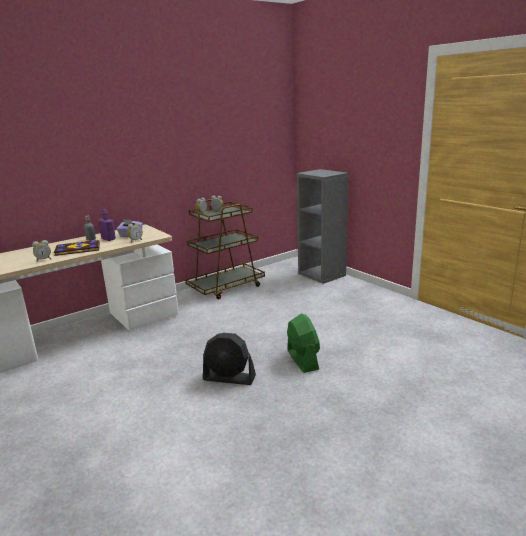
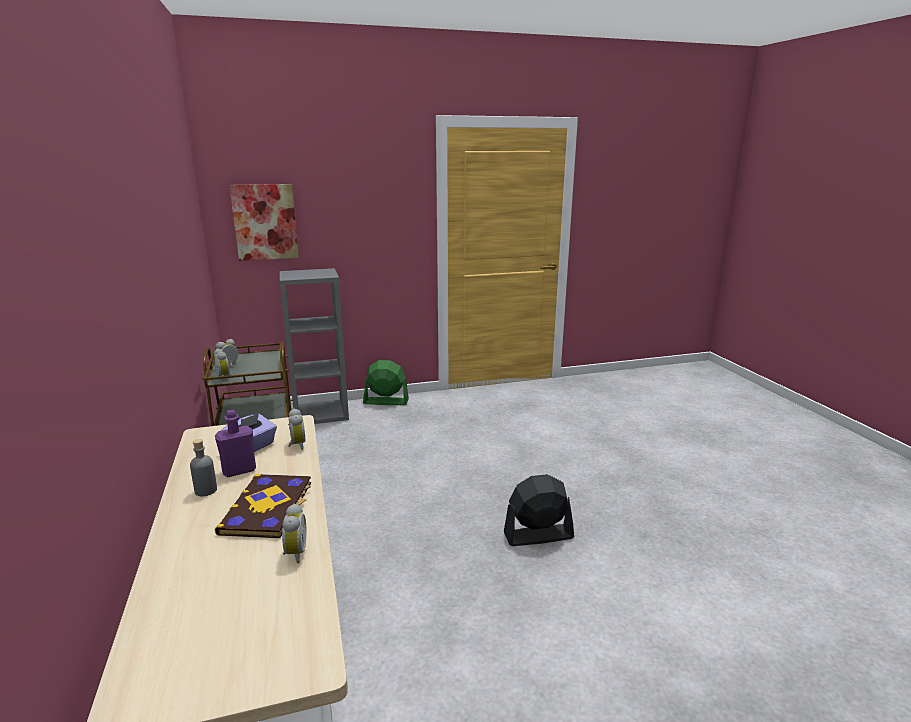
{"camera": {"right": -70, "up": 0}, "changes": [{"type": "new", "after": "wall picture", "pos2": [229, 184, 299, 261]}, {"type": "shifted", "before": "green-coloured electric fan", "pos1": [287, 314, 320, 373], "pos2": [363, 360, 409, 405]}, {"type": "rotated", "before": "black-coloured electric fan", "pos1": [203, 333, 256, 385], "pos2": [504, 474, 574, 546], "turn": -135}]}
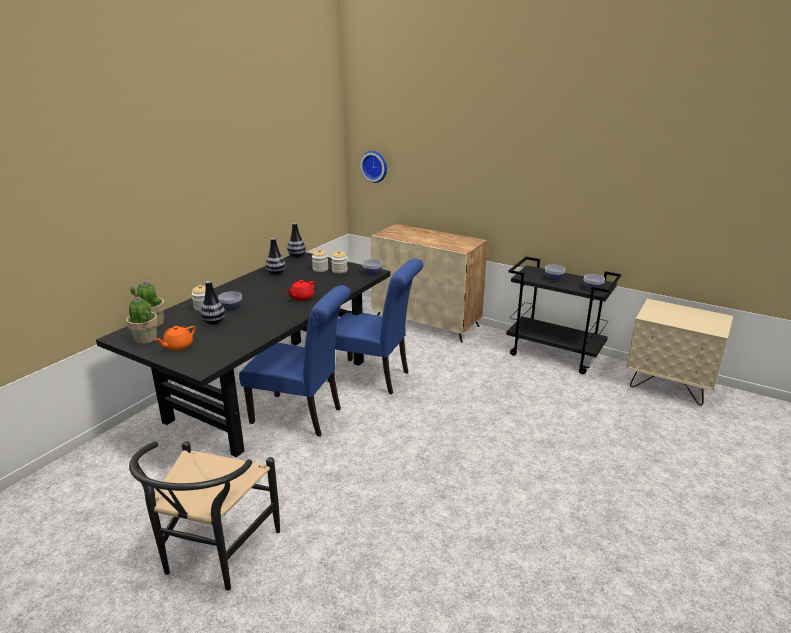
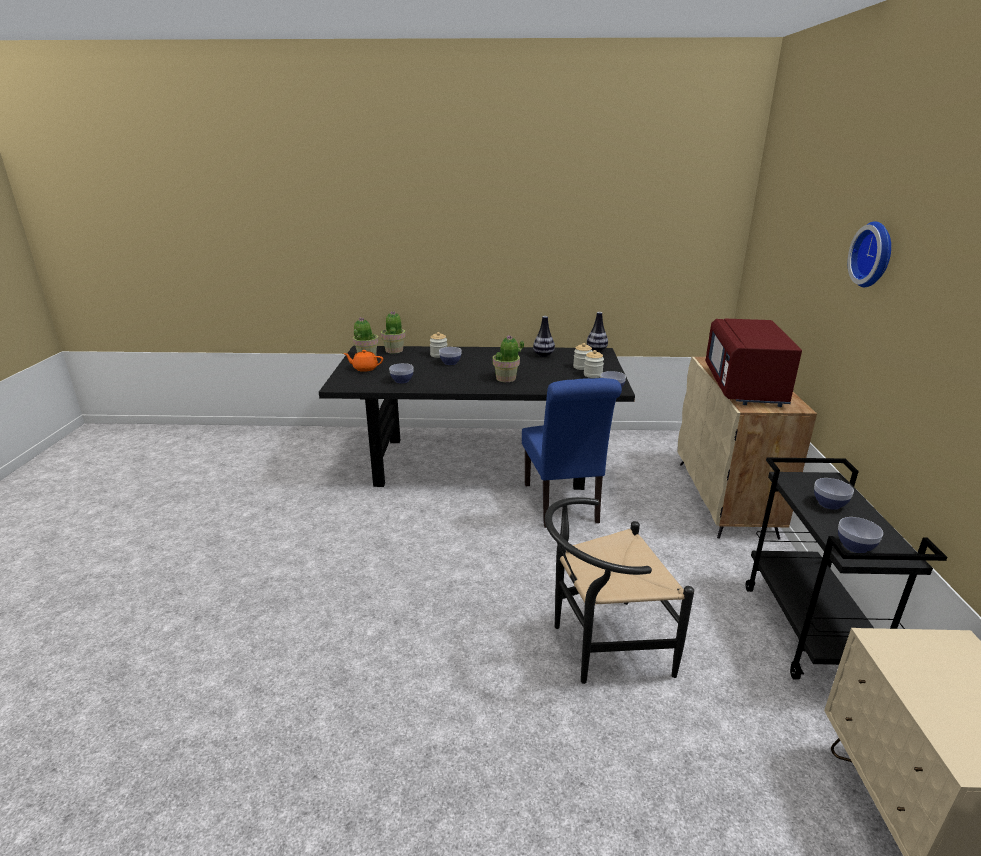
{"camera": {"right": 60, "up": 0}, "changes": [{"type": "gone", "before": "flower vase", "pos1": [201, 281, 225, 325]}, {"type": "gone", "before": "bluish chair", "pos1": [239, 285, 351, 437]}, {"type": "new", "after": "bowl", "pos2": [389, 363, 414, 383]}, {"type": "new", "after": "red microwave oven", "pos2": [705, 319, 802, 407]}, {"type": "shifted", "before": "black-coloured chair", "pos1": [129, 441, 280, 591], "pos2": [545, 497, 694, 684]}, {"type": "shifted", "before": "wall clock", "pos1": [360, 151, 387, 183], "pos2": [847, 221, 891, 287]}, {"type": "swapped", "before": "red tea pot", "after": "plant in a pot", "pos1": [286, 280, 315, 301], "pos2": [493, 335, 524, 382]}]}
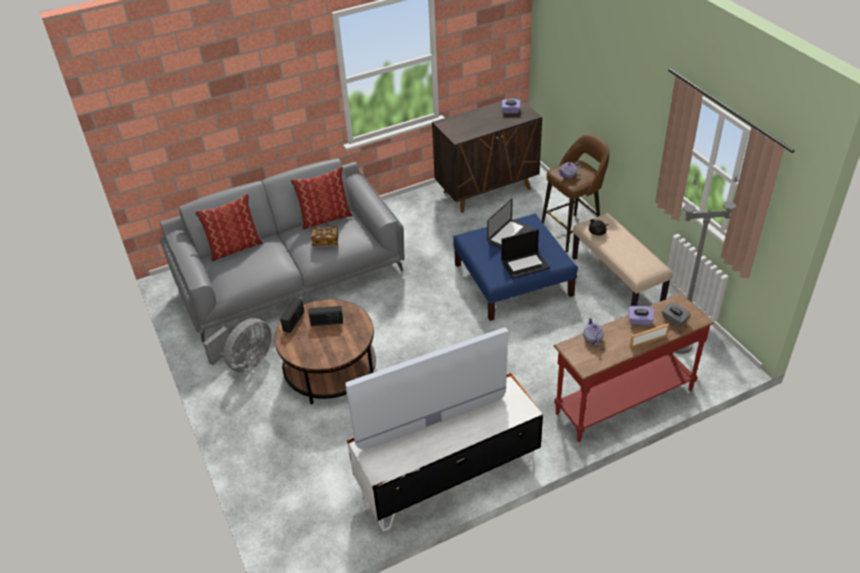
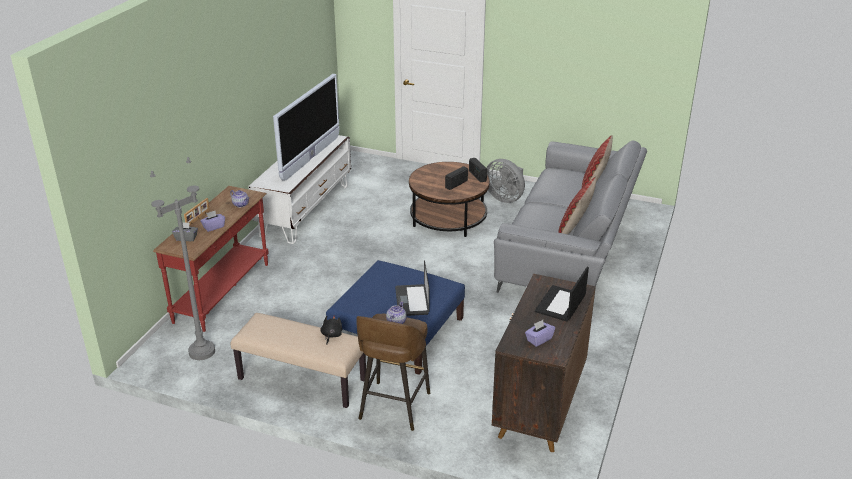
{"camera": {"right": 135, "up": -10}, "changes": [{"type": "gone", "before": "book", "pos1": [311, 226, 339, 246]}, {"type": "shifted", "before": "portable computer", "pos1": [501, 229, 550, 279], "pos2": [535, 267, 589, 321]}, {"type": "rotated", "before": "greyish electric fan", "pos1": [203, 318, 272, 373], "pos2": [486, 159, 525, 203], "turn": -45}]}
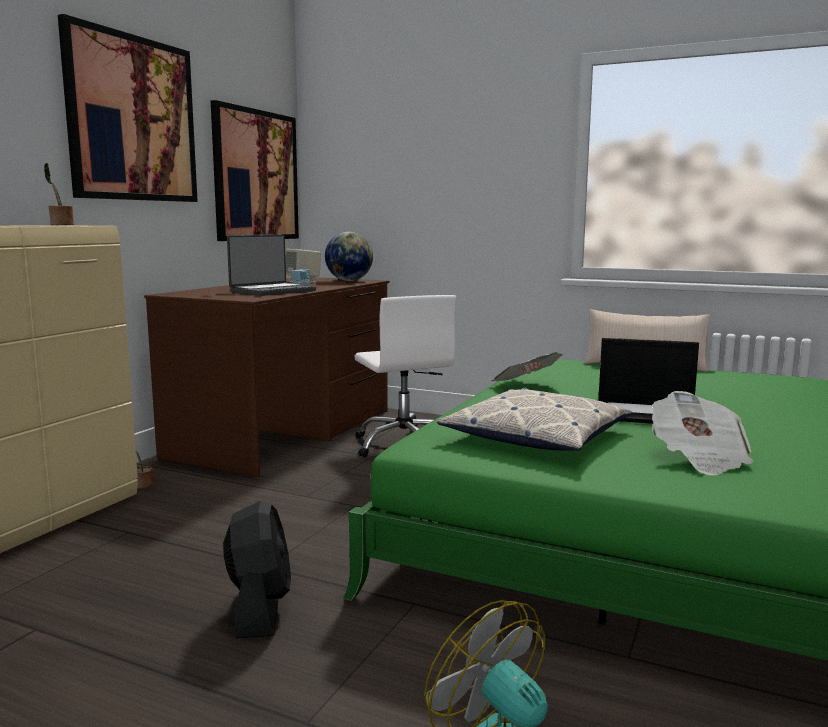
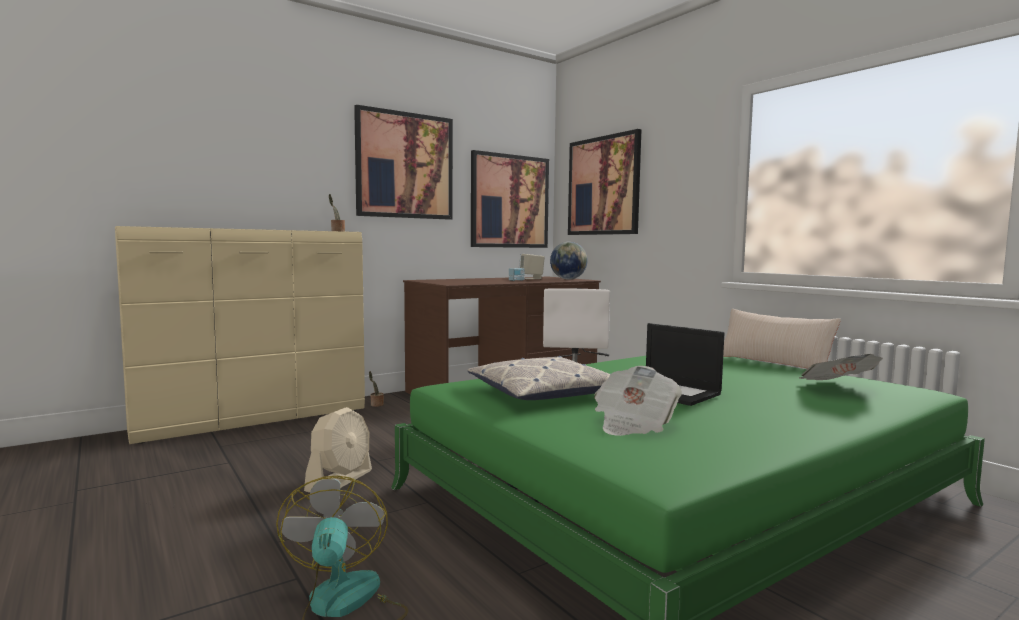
{"camera": {"right": 30, "up": -5}, "changes": [{"type": "gone", "before": "portable computer", "pos1": [227, 235, 316, 296]}, {"type": "new", "after": "wall picture", "pos2": [568, 129, 641, 235]}, {"type": "shifted", "before": "printed paper", "pos1": [491, 352, 563, 381], "pos2": [799, 354, 883, 380]}, {"type": "repainted", "before": "black-coloured electric fan", "after": "beige-coloured electric fan", "pos1": [223, 501, 291, 638], "pos2": [304, 407, 372, 493]}]}
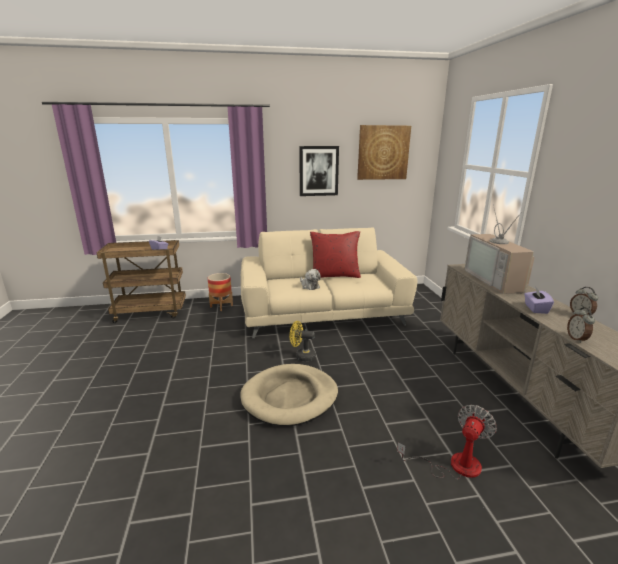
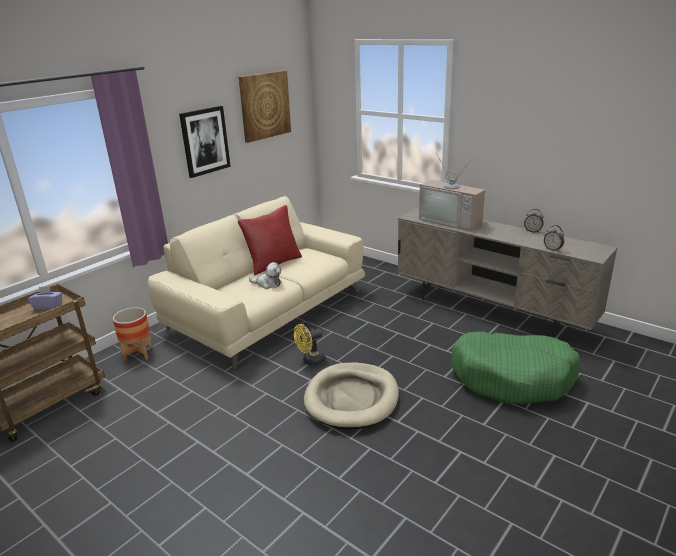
{"camera": {"right": -40, "up": 5}, "changes": [{"type": "gone", "before": "purple tissue box", "pos1": [524, 288, 554, 314]}, {"type": "swapped", "before": "electric fan", "after": "green-coloured dog bed", "pos1": [397, 405, 497, 480], "pos2": [451, 332, 580, 404]}]}
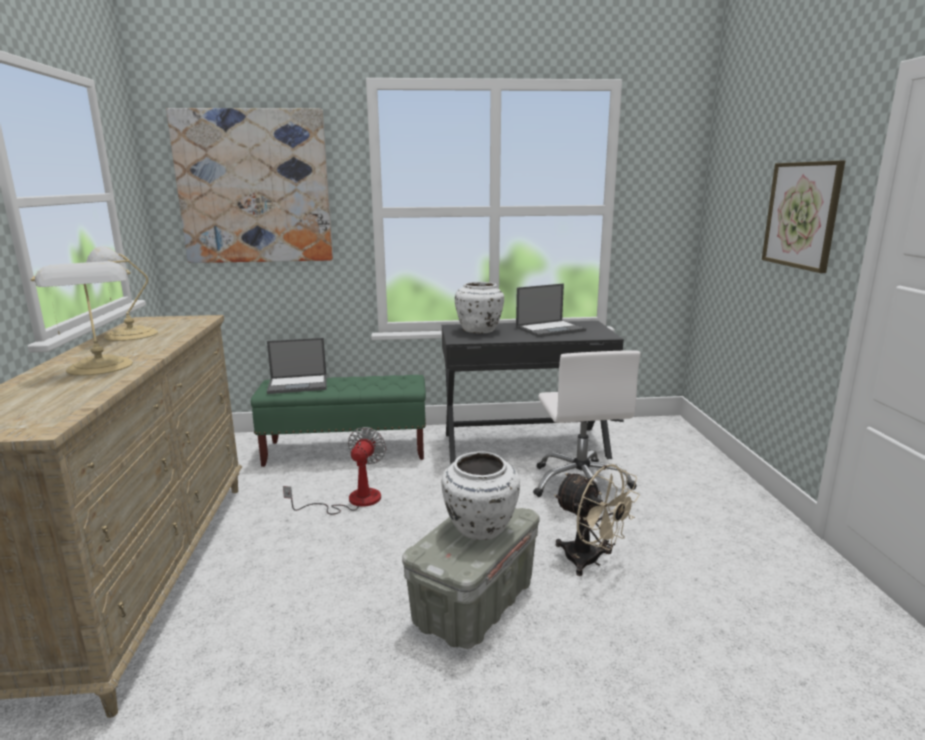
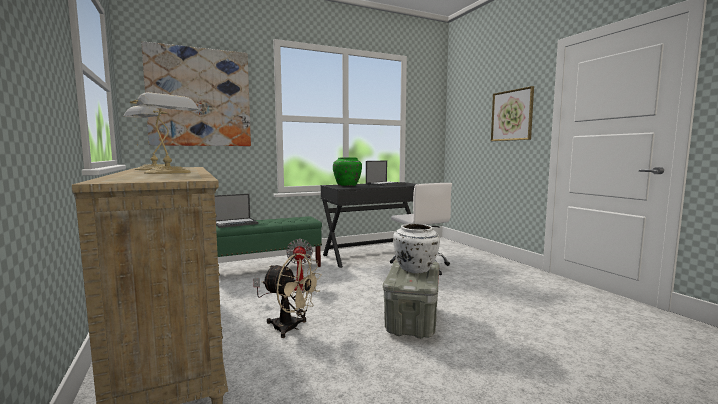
{"camera": {"right": -20, "up": -10}, "changes": [{"type": "shifted", "before": "beige-coloured electric fan", "pos1": [554, 464, 640, 576], "pos2": [262, 253, 322, 338]}, {"type": "repainted", "before": "whitish flower vase", "after": "green-coloured flower vase", "pos1": [455, 282, 504, 333], "pos2": [333, 157, 362, 186]}]}
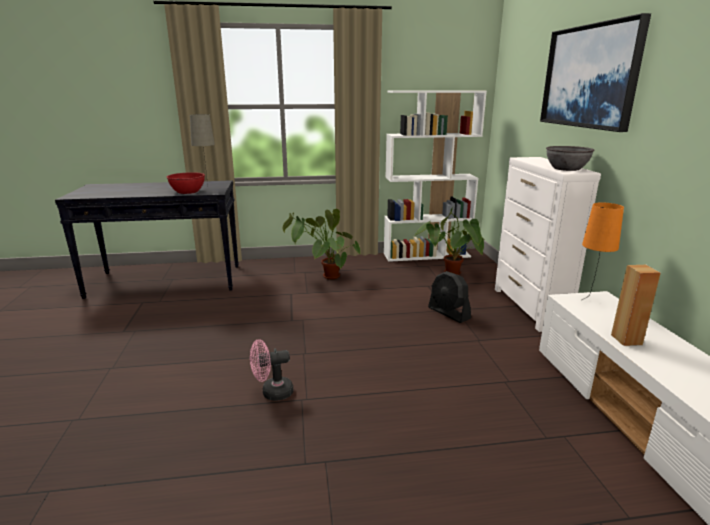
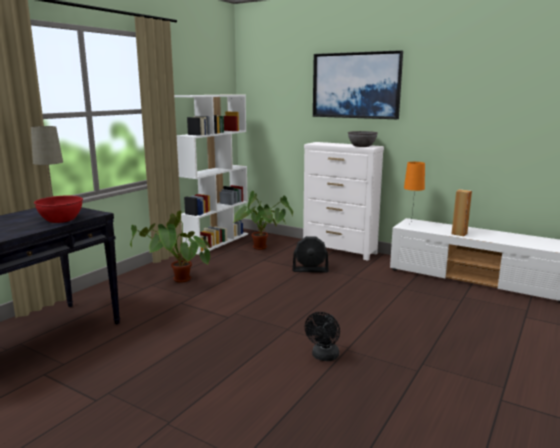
{"camera": {"right": -50, "up": -5}, "changes": [{"type": "repainted", "before": "pink-coloured electric fan", "after": "black-coloured electric fan", "pos1": [250, 339, 293, 401], "pos2": [305, 312, 340, 361]}]}
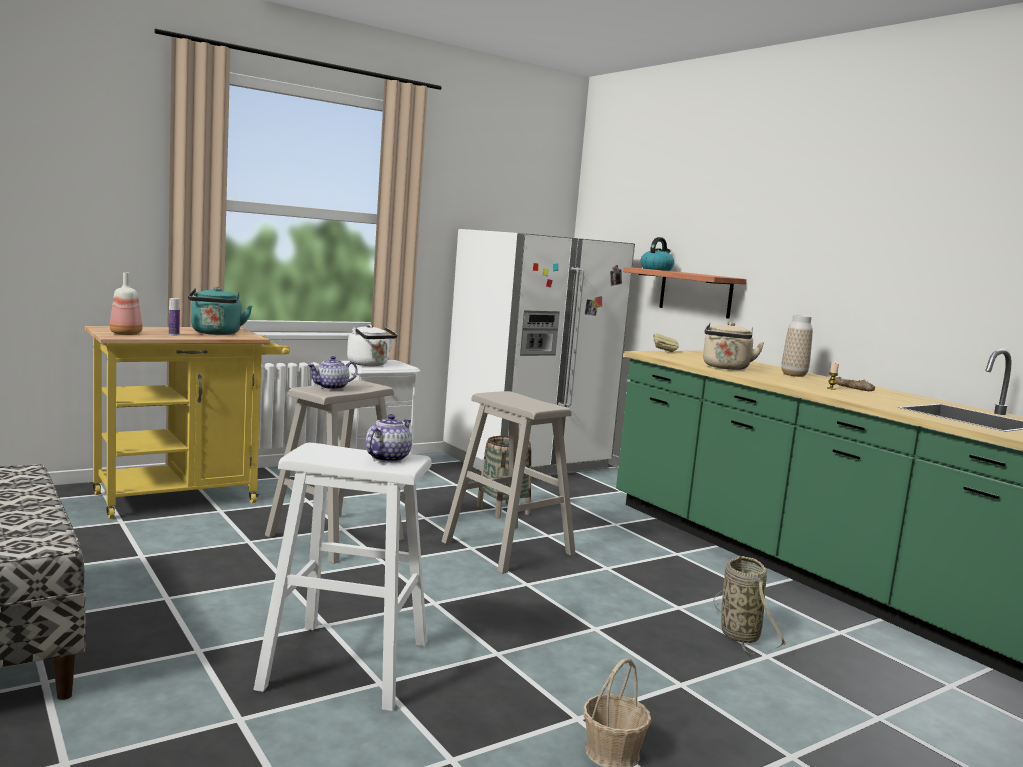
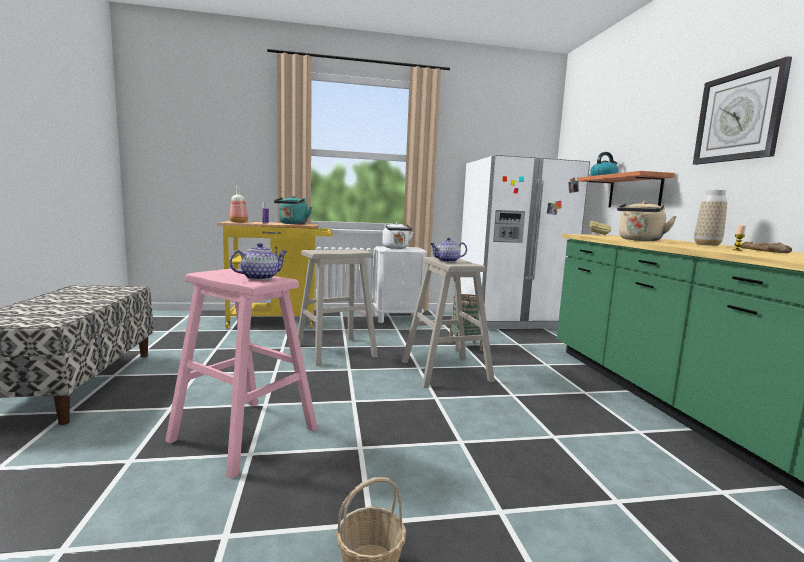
{"camera": {"right": 25, "up": 0}, "changes": [{"type": "gone", "before": "storage basket", "pos1": [713, 556, 786, 655]}, {"type": "new", "after": "wall clock", "pos2": [693, 56, 792, 165]}, {"type": "shifted", "before": "tea pot", "pos1": [307, 356, 358, 390], "pos2": [429, 238, 467, 262]}, {"type": "repainted", "before": "whitish sitting stool", "after": "pink-coloured sitting stool", "pos1": [253, 443, 432, 712], "pos2": [165, 269, 318, 479]}]}
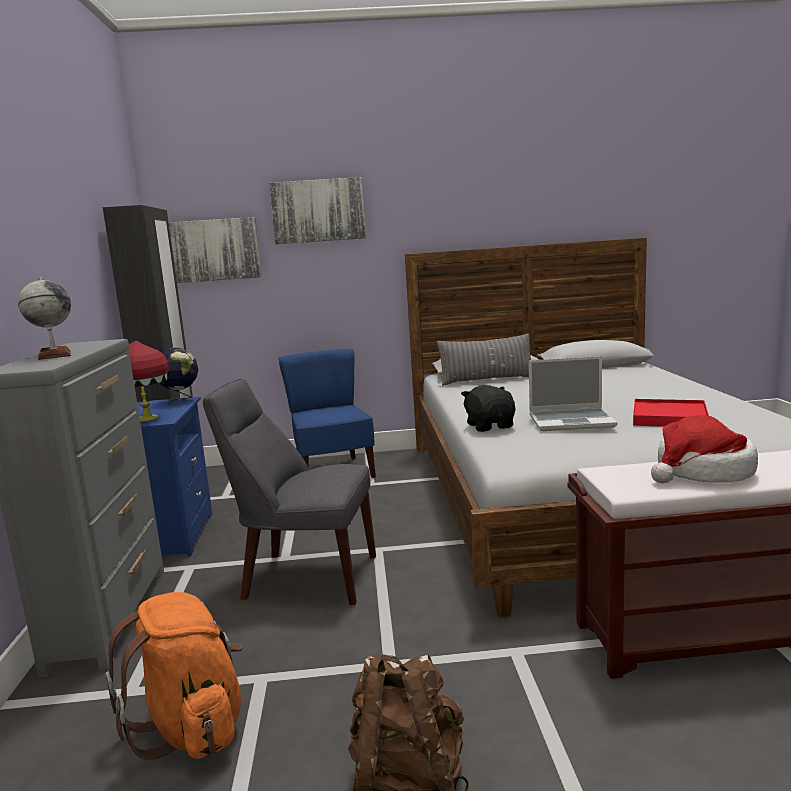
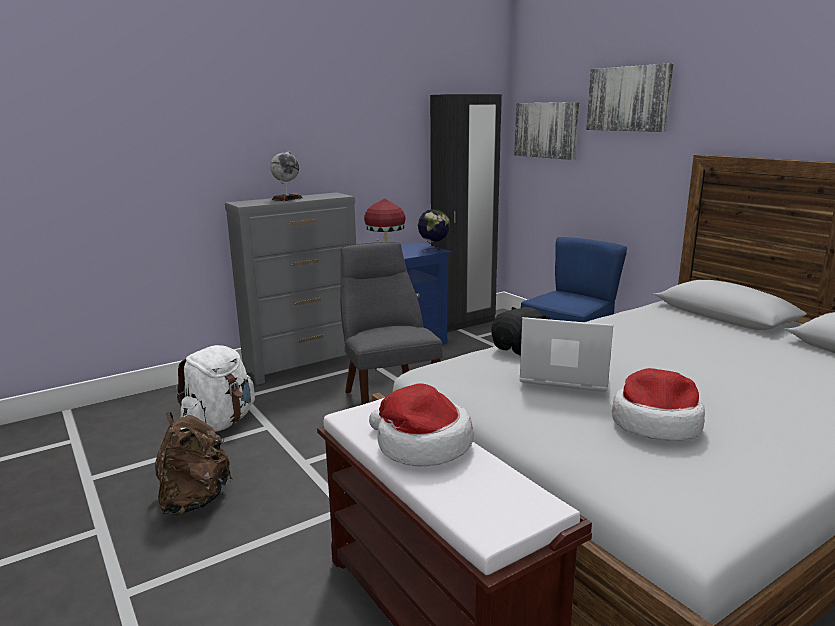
{"camera": {"right": 60, "up": 5}, "changes": [{"type": "gone", "before": "greyish pillow", "pos1": [437, 333, 531, 386]}, {"type": "swapped", "before": "red tray", "after": "hat", "pos1": [633, 399, 709, 427], "pos2": [612, 368, 705, 441]}, {"type": "repainted", "before": "orangey knapsack", "after": "whitish knapsack", "pos1": [105, 592, 242, 760], "pos2": [176, 345, 255, 432]}, {"type": "rotated", "before": "portable computer", "pos1": [529, 356, 617, 431], "pos2": [519, 317, 613, 392], "turn": 135}]}
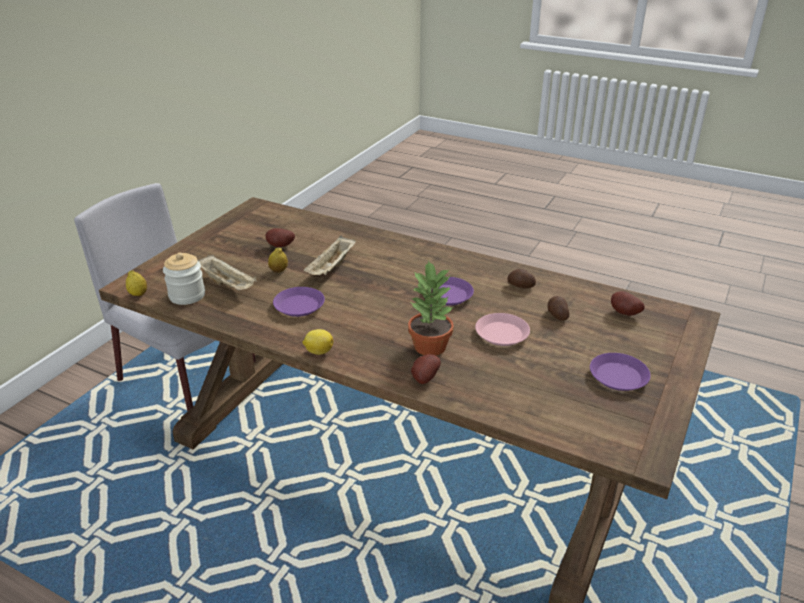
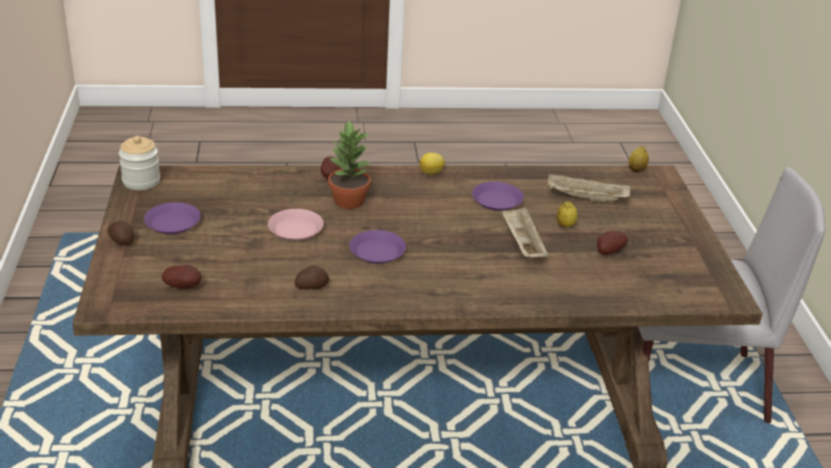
{"camera": {"right": 145, "up": 0}, "changes": [{"type": "shifted", "before": "jar", "pos1": [163, 252, 205, 305], "pos2": [119, 136, 160, 190]}, {"type": "shifted", "before": "potato", "pos1": [548, 296, 570, 321], "pos2": [107, 221, 134, 245]}]}
